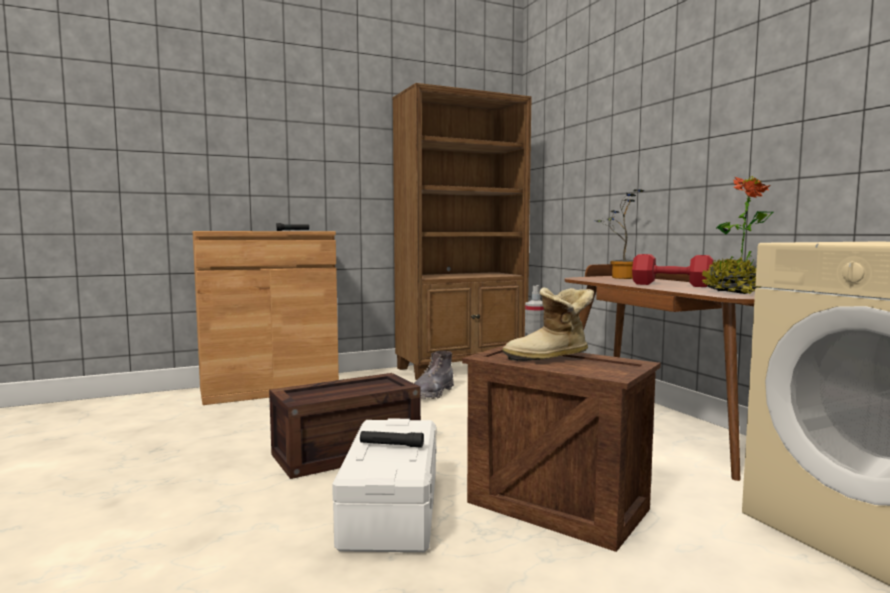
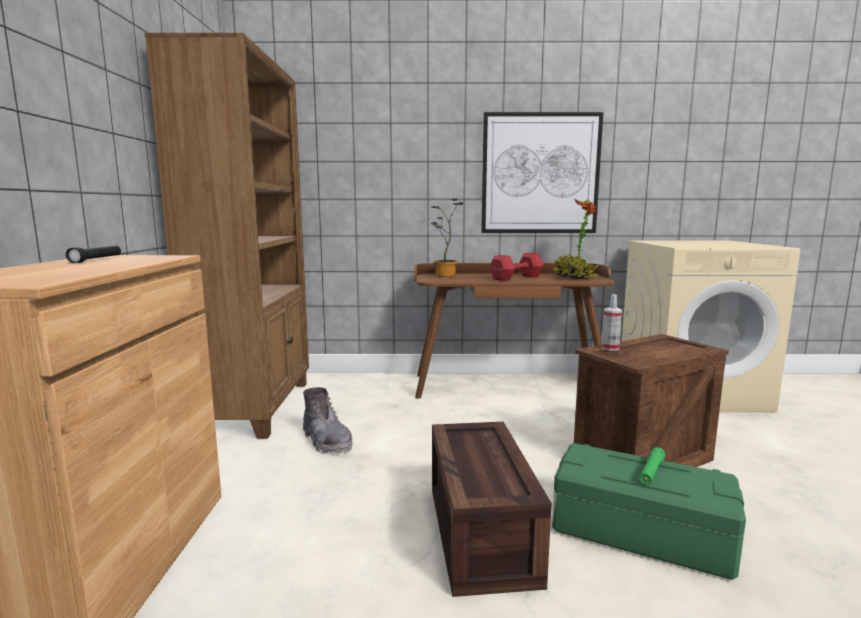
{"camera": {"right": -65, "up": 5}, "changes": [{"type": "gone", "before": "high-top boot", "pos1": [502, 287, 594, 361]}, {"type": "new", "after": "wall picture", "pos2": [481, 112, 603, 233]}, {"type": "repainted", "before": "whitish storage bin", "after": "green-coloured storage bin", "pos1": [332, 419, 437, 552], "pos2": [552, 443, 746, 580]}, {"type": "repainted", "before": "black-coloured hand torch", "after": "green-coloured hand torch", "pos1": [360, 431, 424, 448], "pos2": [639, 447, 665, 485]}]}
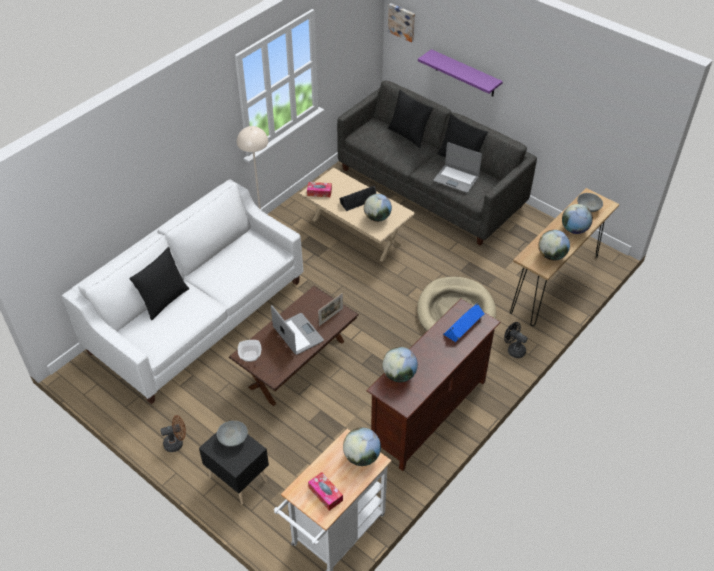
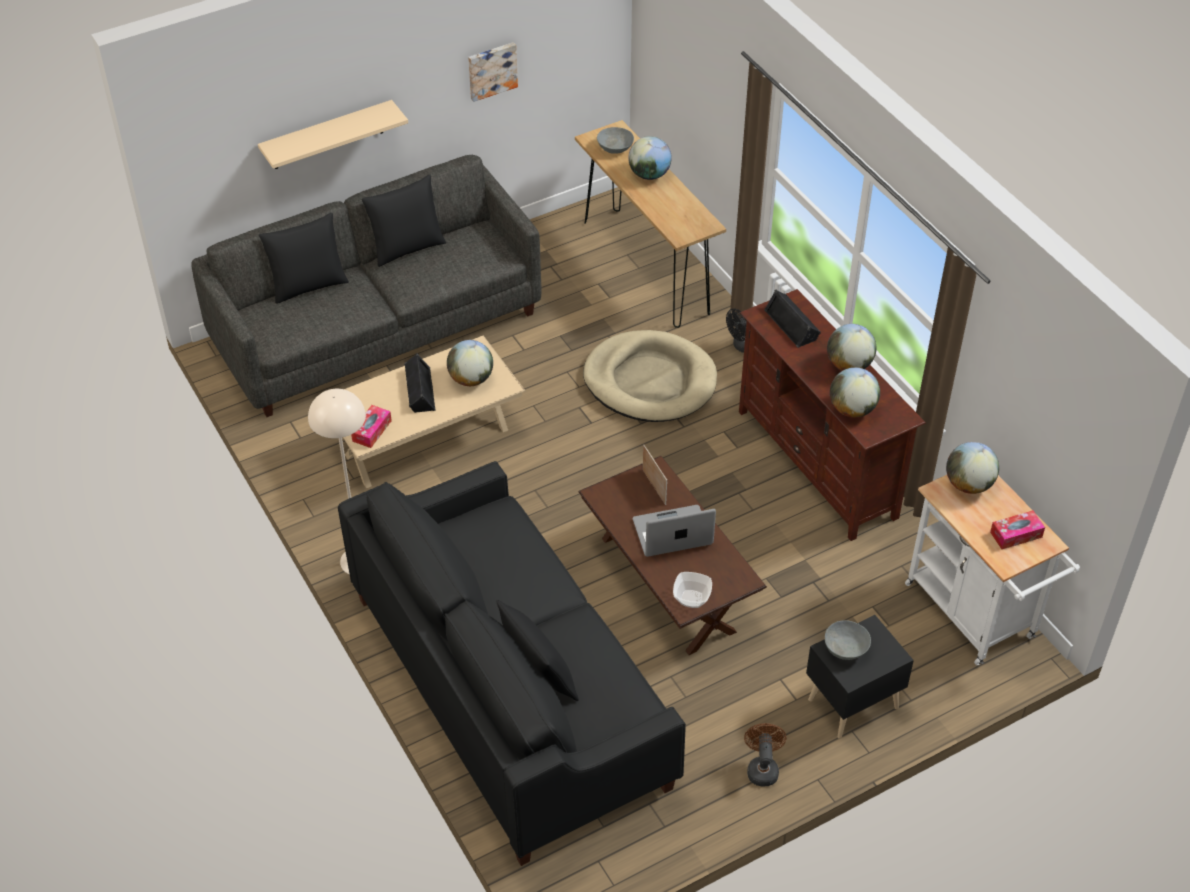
{"camera": {"right": -70, "up": 0}, "changes": [{"type": "gone", "before": "portable computer", "pos1": [434, 142, 482, 193]}, {"type": "shifted", "before": "wall picture", "pos1": [388, 3, 415, 42], "pos2": [468, 42, 518, 102]}, {"type": "shifted", "before": "desk globe", "pos1": [539, 230, 570, 261], "pos2": [827, 324, 876, 371]}, {"type": "repainted", "before": "whitish couch", "after": "black-coloured couch", "pos1": [62, 179, 303, 404], "pos2": [338, 461, 686, 866]}, {"type": "repainted", "before": "purple bracket shelf", "after": "beige-coloured bracket shelf", "pos1": [418, 49, 503, 96], "pos2": [258, 100, 408, 169]}, {"type": "repainted", "before": "bluish speaker", "after": "black-coloured speaker", "pos1": [443, 303, 485, 342], "pos2": [764, 289, 821, 348]}]}
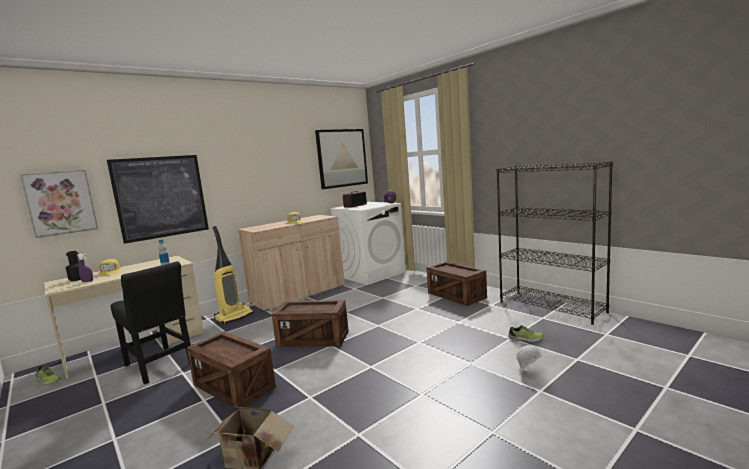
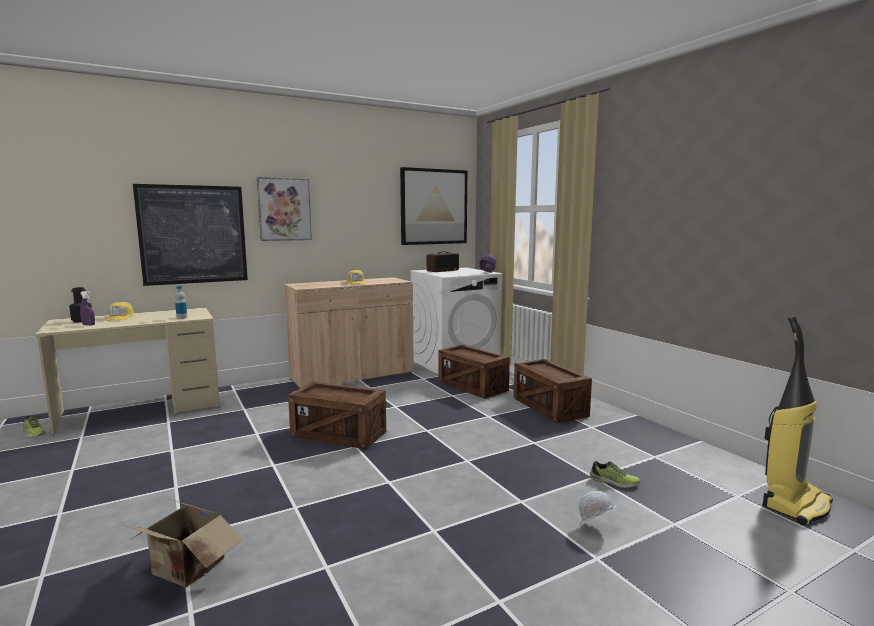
{"camera": {"right": 10, "up": 0}, "changes": [{"type": "gone", "before": "black-coloured chair", "pos1": [111, 261, 191, 384]}, {"type": "gone", "before": "black-coloured bookshelf", "pos1": [497, 162, 613, 325]}, {"type": "shifted", "before": "wall picture", "pos1": [20, 170, 98, 238], "pos2": [257, 177, 312, 241]}, {"type": "shifted", "before": "packing crate", "pos1": [187, 332, 276, 410], "pos2": [438, 345, 510, 399]}, {"type": "shifted", "before": "vacuum cleaner", "pos1": [213, 226, 254, 325], "pos2": [763, 316, 833, 525]}]}
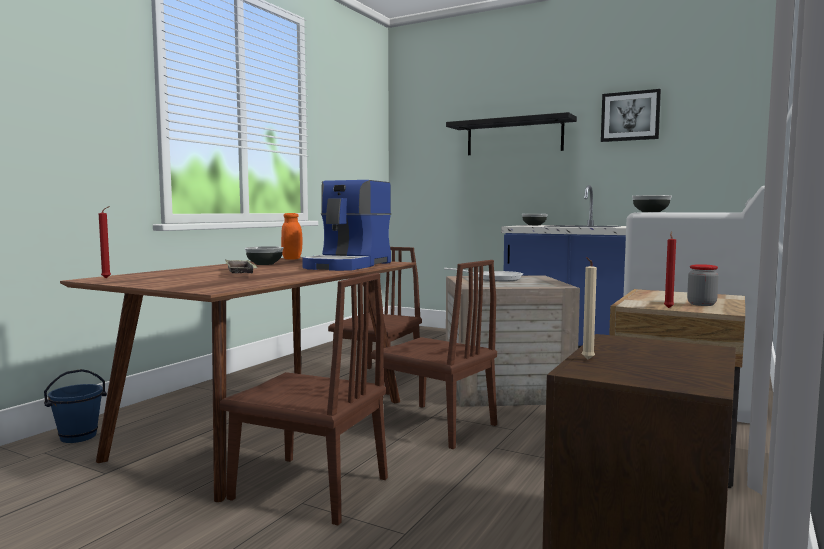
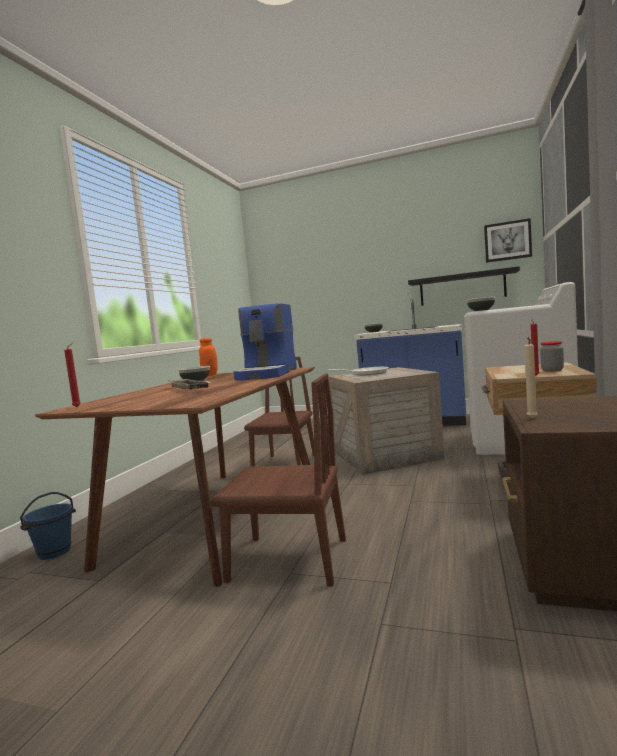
{"camera": {"right": -10, "up": 0}, "changes": [{"type": "gone", "before": "brown-coloured chair", "pos1": [371, 260, 497, 449]}, {"type": "shifted", "before": "black-coloured bracket shelf", "pos1": [446, 112, 577, 155], "pos2": [408, 266, 520, 306]}, {"type": "shifted", "before": "wall picture", "pos1": [601, 89, 661, 142], "pos2": [484, 218, 532, 263]}]}
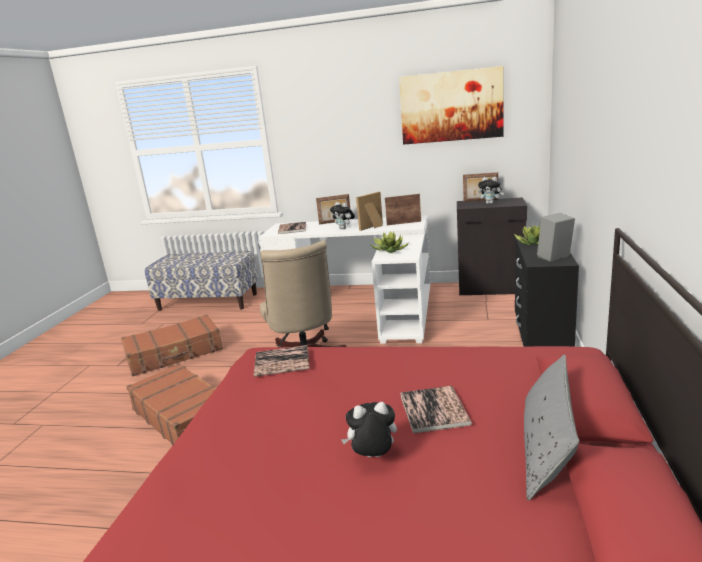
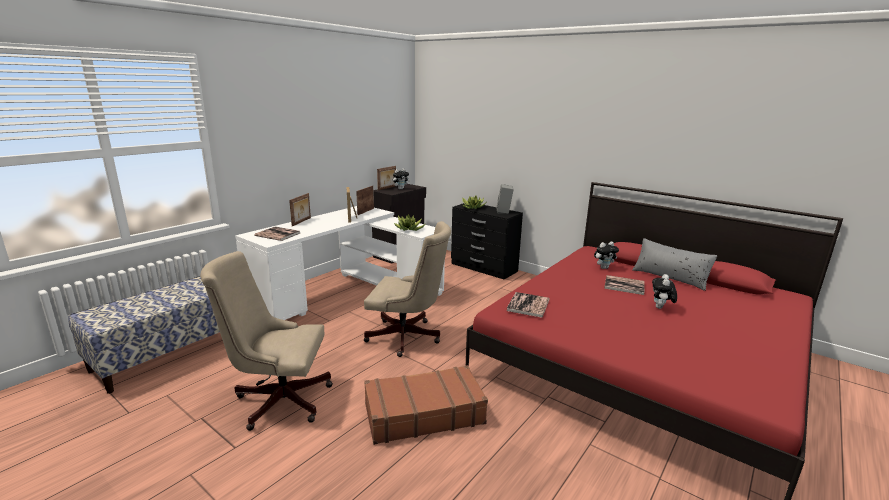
{"camera": {"right": -65, "up": 0}, "changes": [{"type": "gone", "before": "wall picture", "pos1": [399, 66, 504, 145]}, {"type": "shifted", "before": "cuddly toy", "pos1": [330, 202, 355, 229], "pos2": [594, 242, 619, 269]}, {"type": "swapped", "before": "brown-coloured suitcase", "after": "beige-coloured computer chair", "pos1": [121, 315, 223, 376], "pos2": [200, 251, 333, 431]}]}
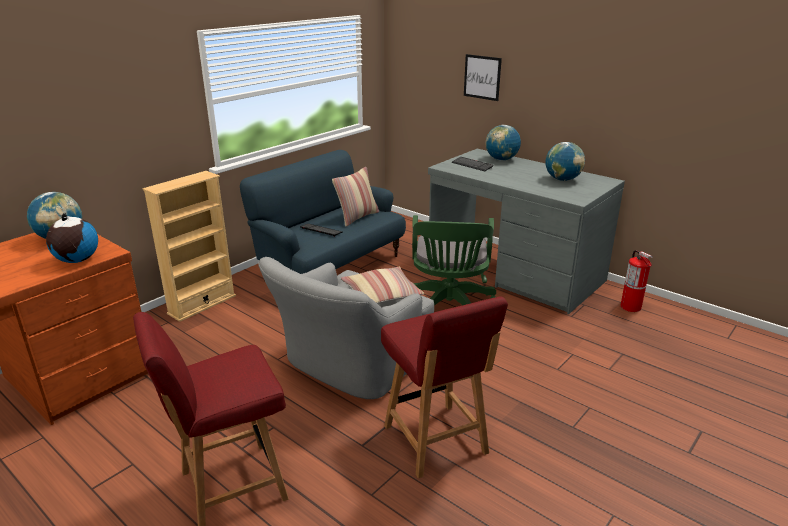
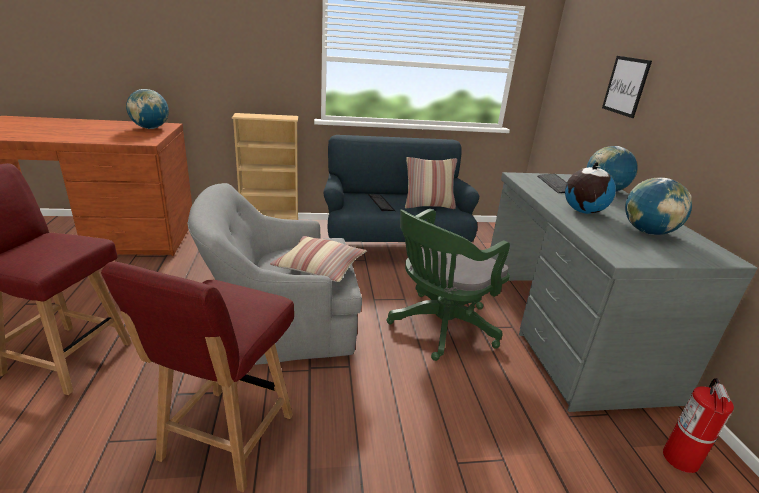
{"camera": {"right": 40, "up": 0}, "changes": [{"type": "shifted", "before": "desk globe", "pos1": [46, 213, 98, 263], "pos2": [565, 162, 616, 214]}]}
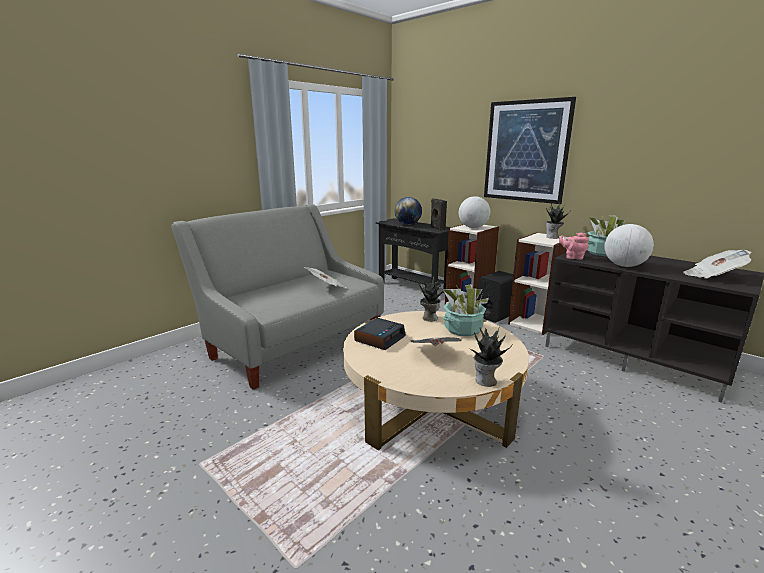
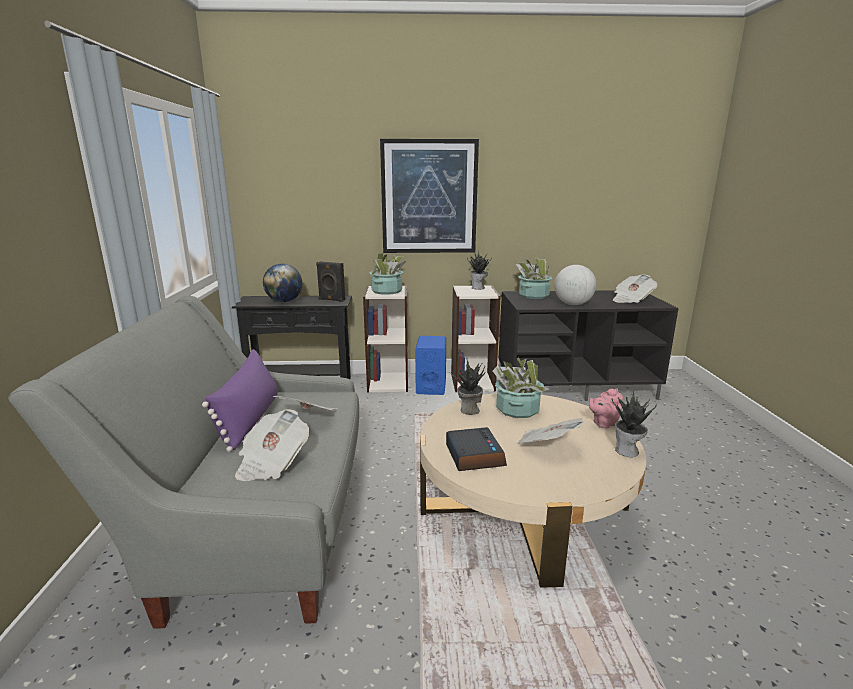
{"camera": {"right": -45, "up": 0}, "changes": [{"type": "new", "after": "purple pillow", "pos2": [202, 349, 278, 452]}, {"type": "new", "after": "printed paper", "pos2": [235, 409, 309, 481]}, {"type": "shifted", "before": "pink-coloured tea pot", "pos1": [559, 232, 589, 260], "pos2": [589, 388, 623, 429]}, {"type": "swapped", "before": "desk globe", "after": "plant in a pot", "pos1": [459, 196, 490, 228], "pos2": [369, 253, 407, 295]}, {"type": "repainted", "before": "black-coloured speaker", "after": "bluish speaker", "pos1": [477, 271, 513, 323], "pos2": [415, 336, 446, 395]}]}
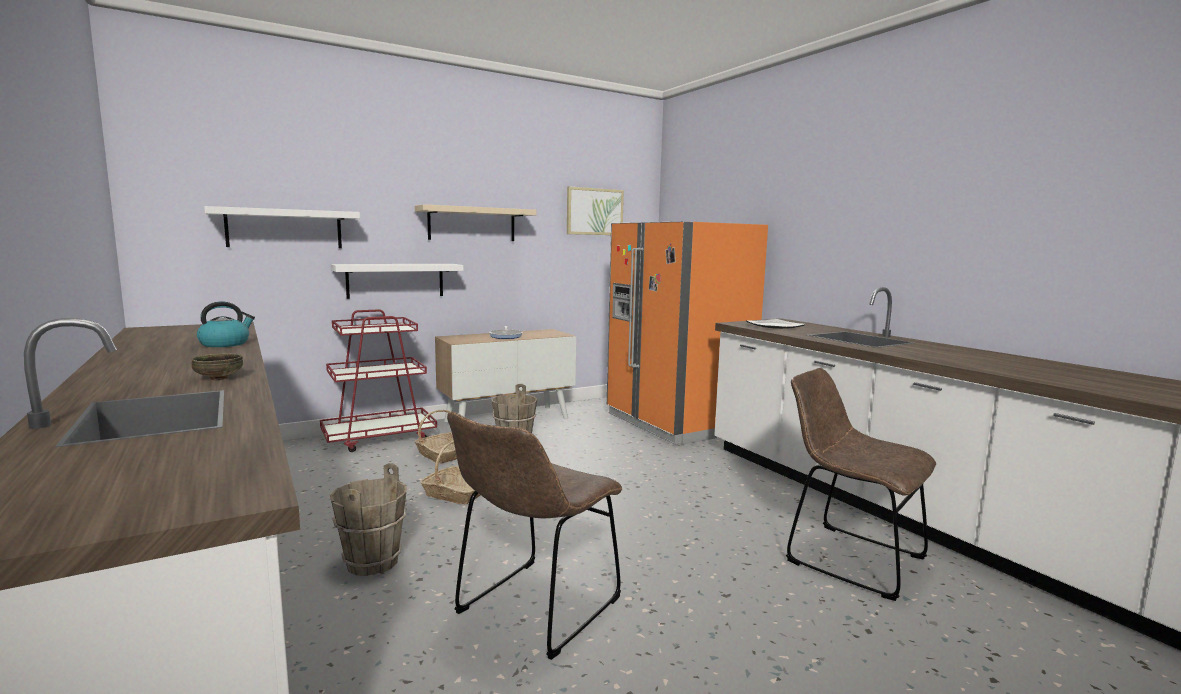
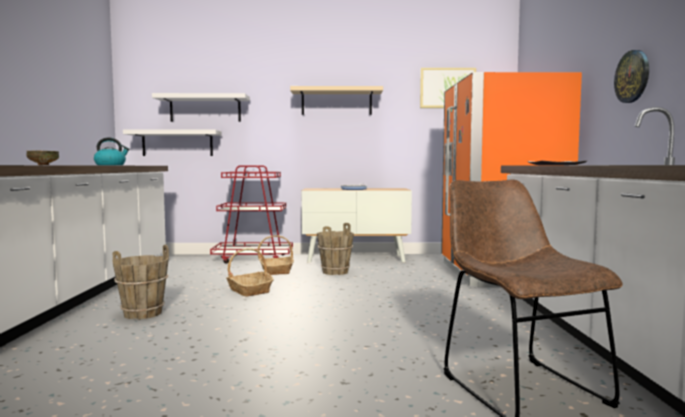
{"camera": {"right": 30, "up": -5}, "changes": [{"type": "gone", "before": "brown-coloured chair", "pos1": [447, 412, 622, 660]}, {"type": "new", "after": "wall clock", "pos2": [614, 50, 649, 103]}, {"type": "shifted", "before": "whitish bracket shelf", "pos1": [331, 264, 463, 299], "pos2": [123, 129, 222, 156]}]}
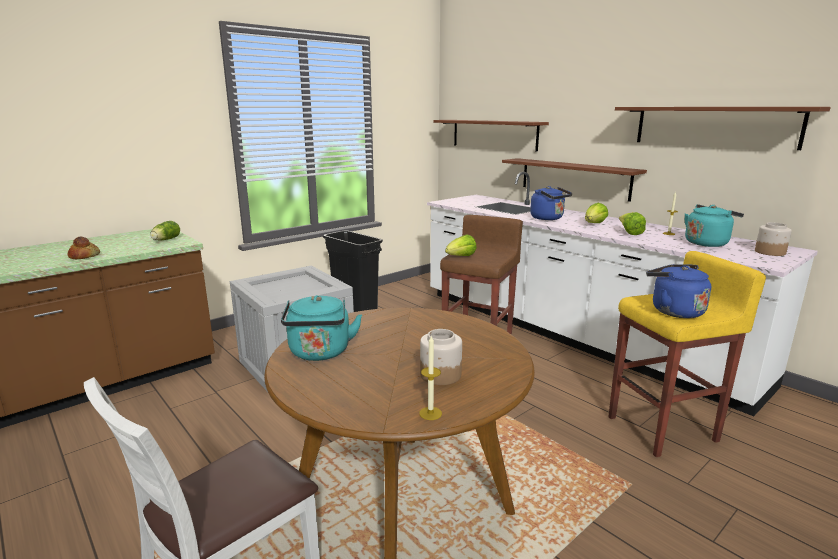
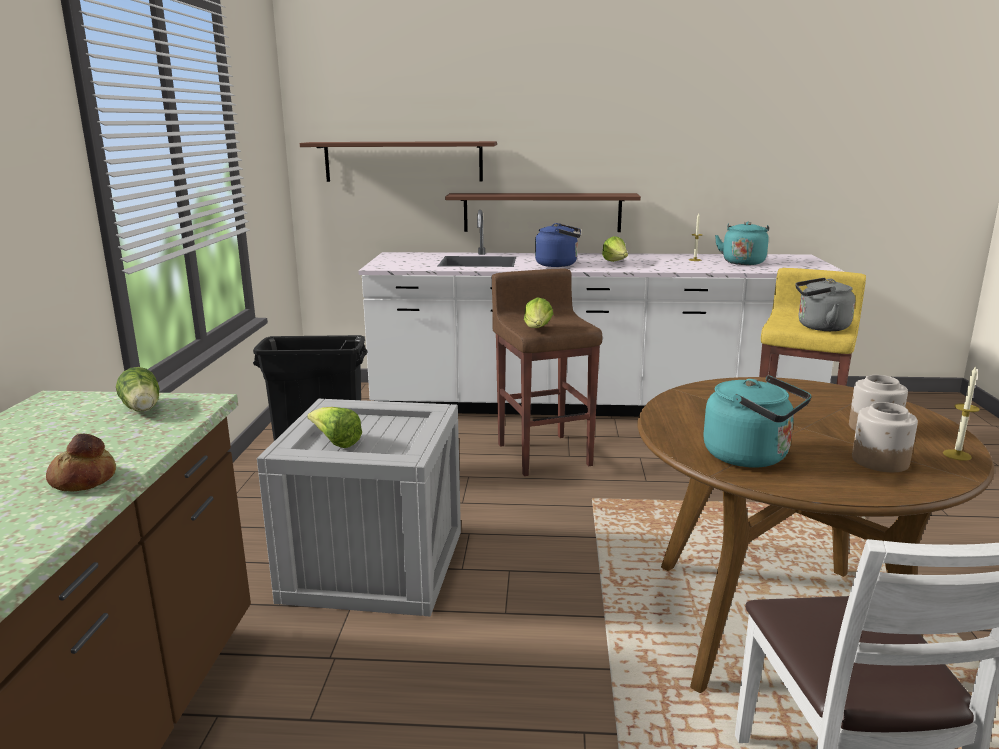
{"camera": {"right": -45, "up": 0}, "changes": [{"type": "gone", "before": "brown-coloured bracket shelf", "pos1": [615, 107, 831, 150]}, {"type": "shifted", "before": "head of lettuce", "pos1": [619, 212, 646, 235], "pos2": [307, 407, 362, 448]}, {"type": "shifted", "before": "jar", "pos1": [755, 222, 792, 256], "pos2": [852, 402, 918, 472]}, {"type": "repainted", "before": "bluish kettle", "after": "greyish kettle", "pos1": [646, 264, 711, 318], "pos2": [795, 278, 855, 331]}]}
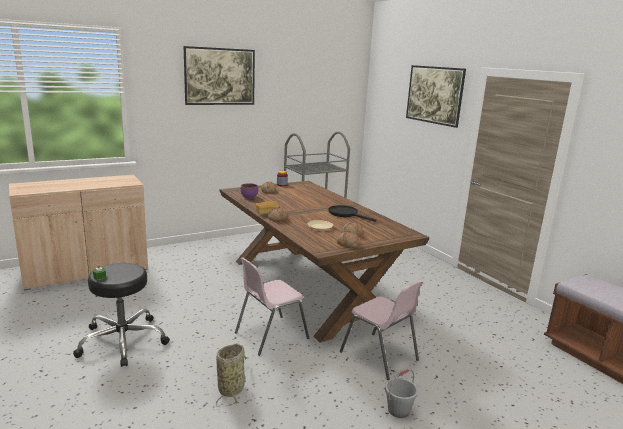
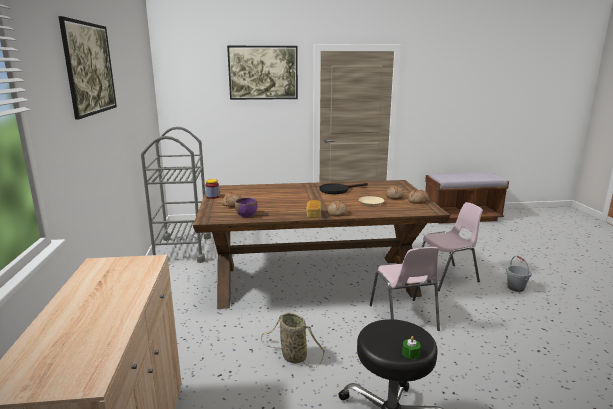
{"camera": {"right": -65, "up": 0}, "changes": [{"type": "shifted", "before": "storage basket", "pos1": [216, 344, 248, 407], "pos2": [261, 313, 325, 368]}]}
